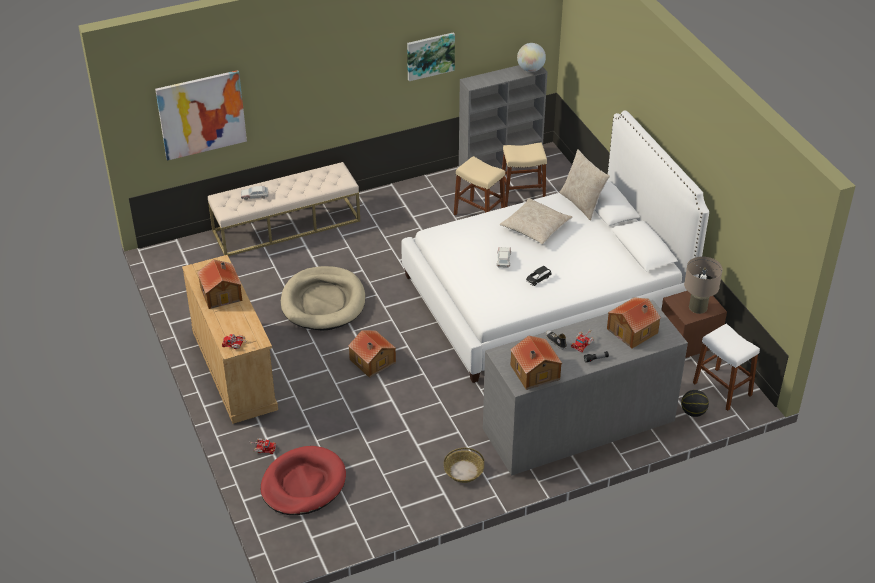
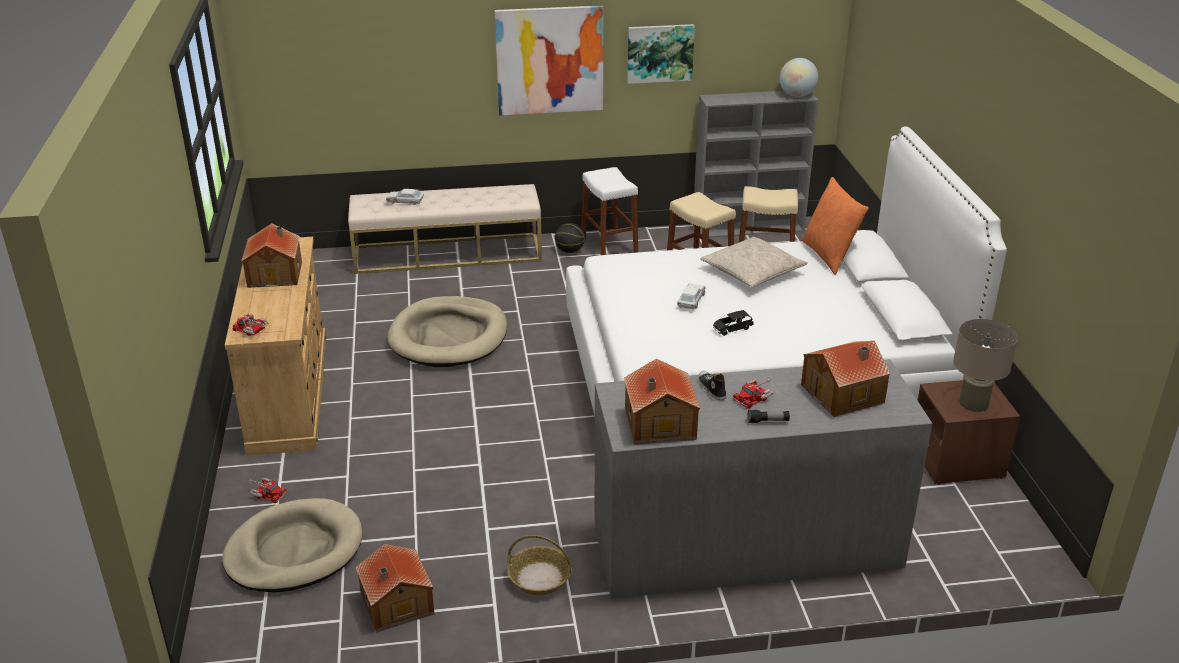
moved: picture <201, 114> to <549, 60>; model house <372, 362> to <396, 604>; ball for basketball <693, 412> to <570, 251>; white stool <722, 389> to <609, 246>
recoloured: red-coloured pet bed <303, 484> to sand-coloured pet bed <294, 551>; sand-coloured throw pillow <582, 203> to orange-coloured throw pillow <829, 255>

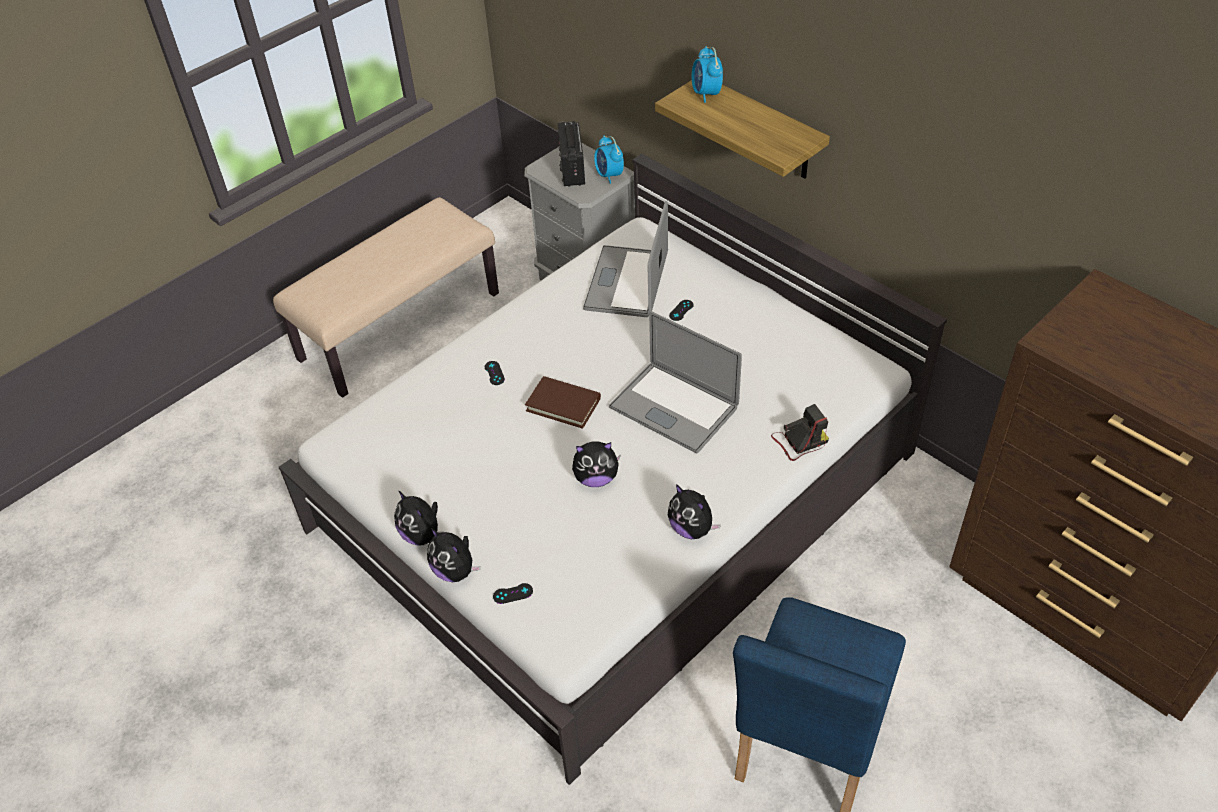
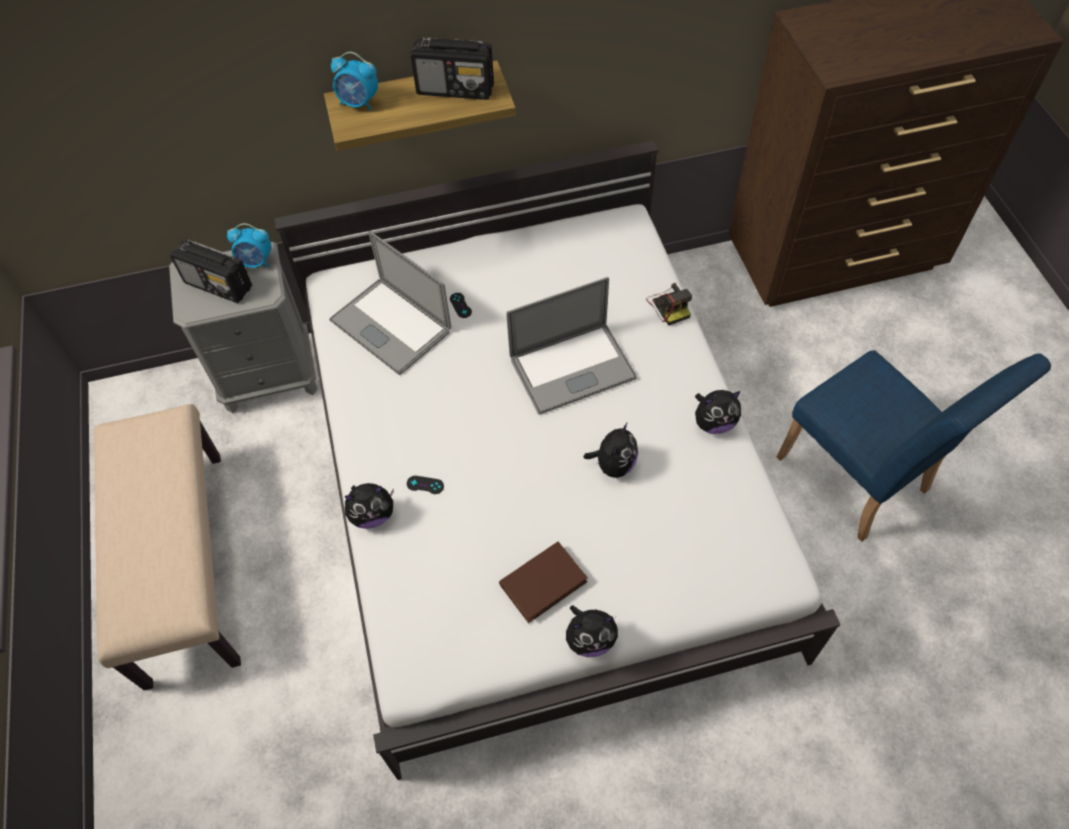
removed: black gamepad <513, 593>
added: radio <456, 89>
moved: plush toy <455, 571> to <372, 515>; brown book <563, 404> to <543, 583>
turned: still camera <799, 442> = <669, 306> 150 degrees clockwise

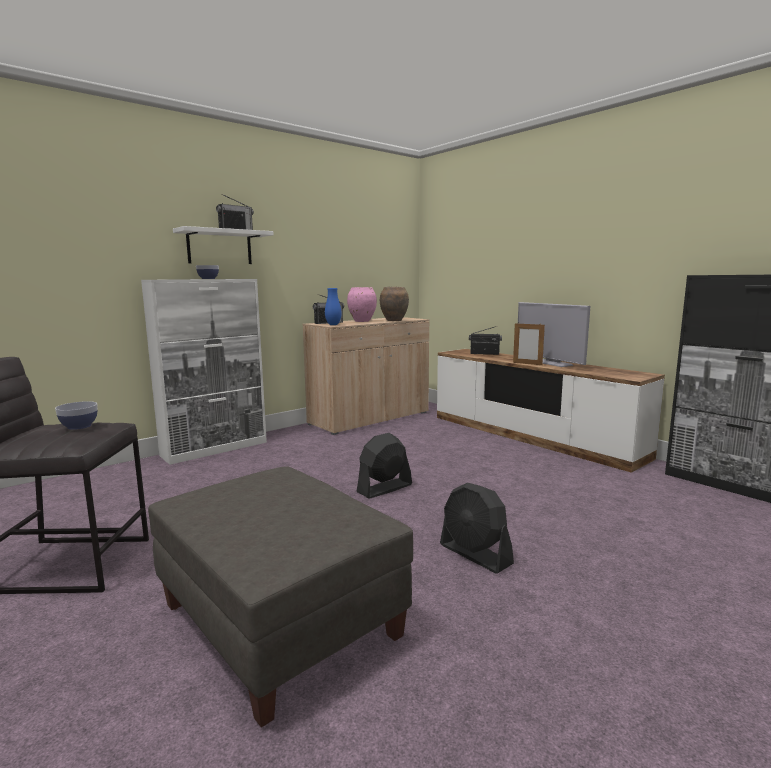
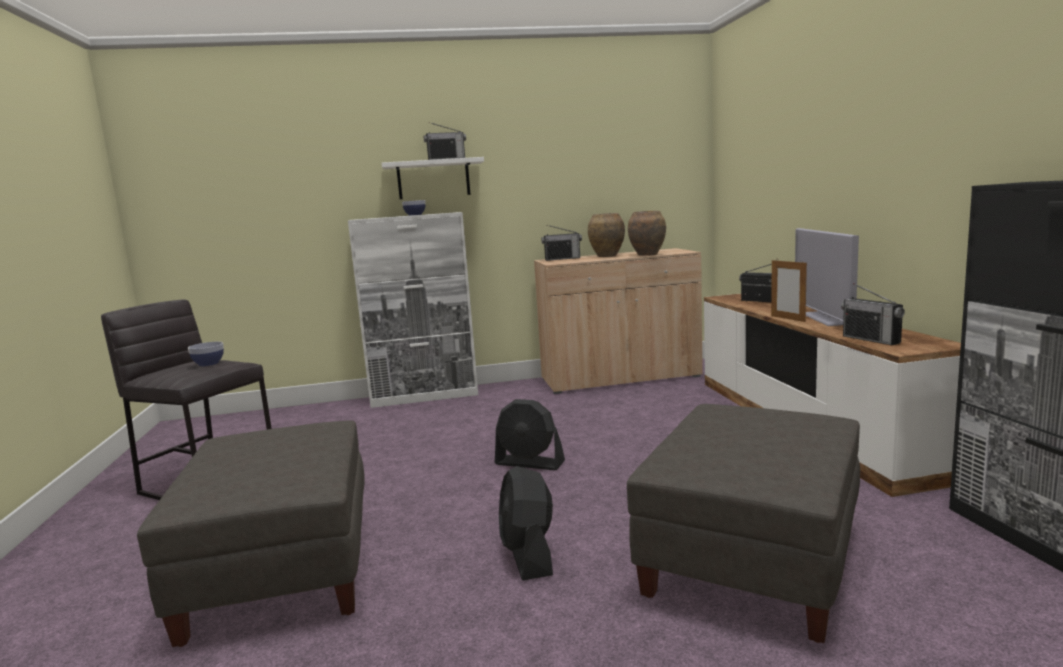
removed: blue decorative vase <333, 325>
added: grey footrest <752, 560>; radio <871, 339>
recoloured: pinkish decorative vase <362, 321> to brown decorative vase <606, 256>
turned: black fan <384, 488> = <530, 463> 150 degrees counterclockwise

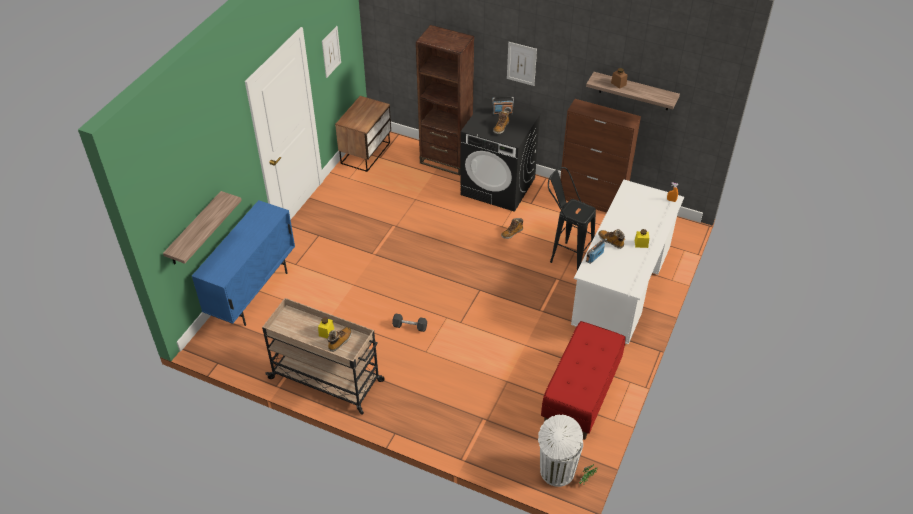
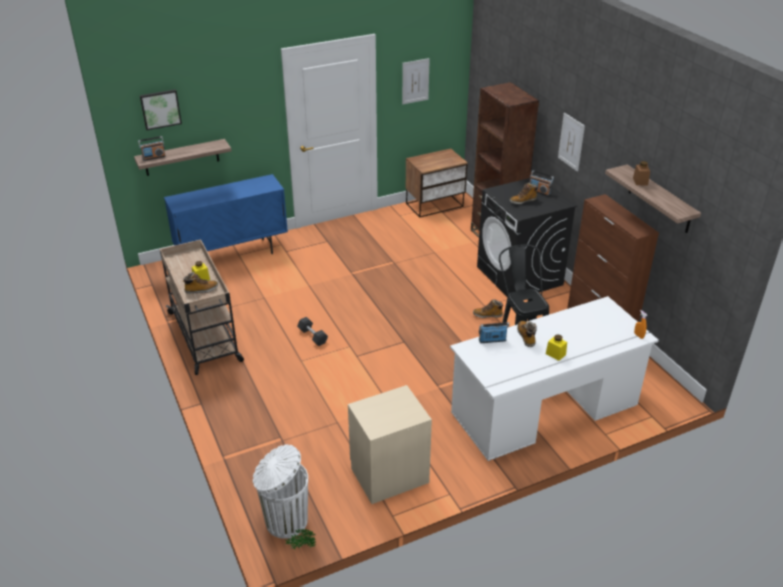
added: radio <154, 157>; picture <160, 109>
replaced: red-coloured bench <581, 395> to sand-coloured night table <389, 474>

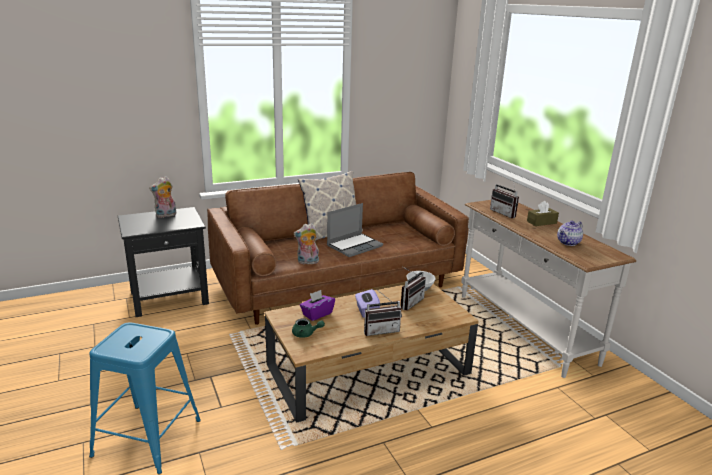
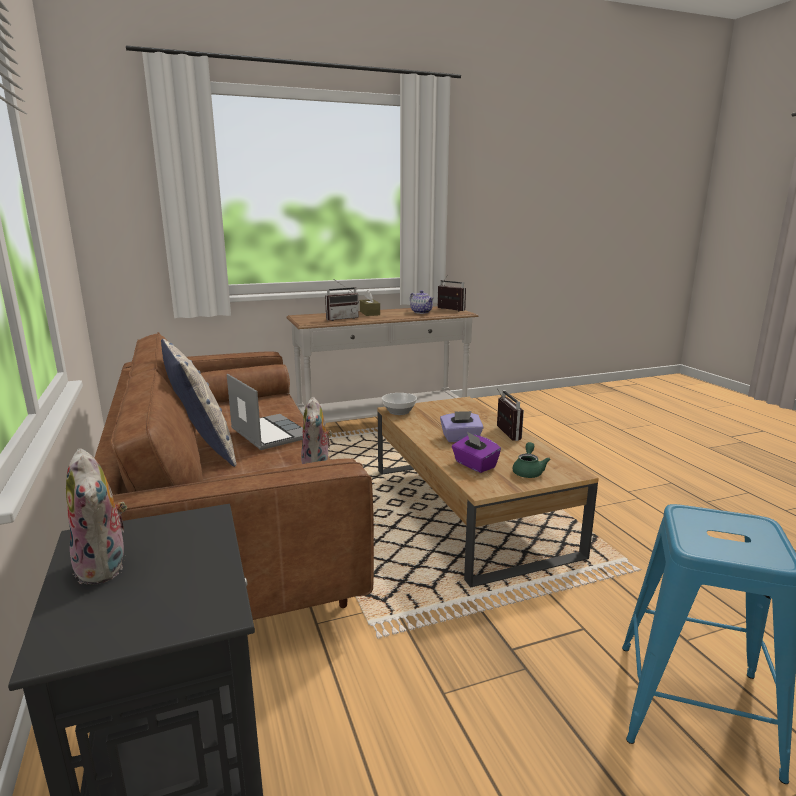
moved: radio <409, 302> to <448, 310>

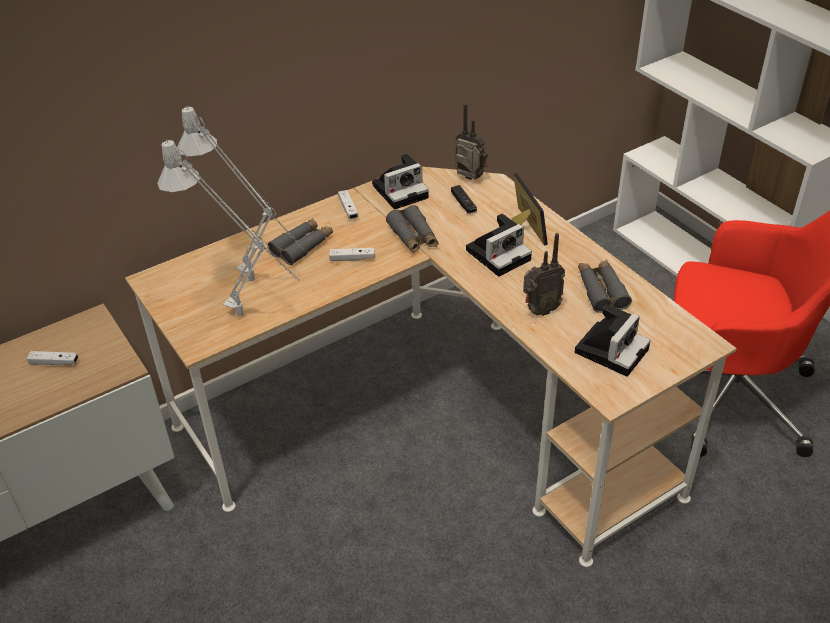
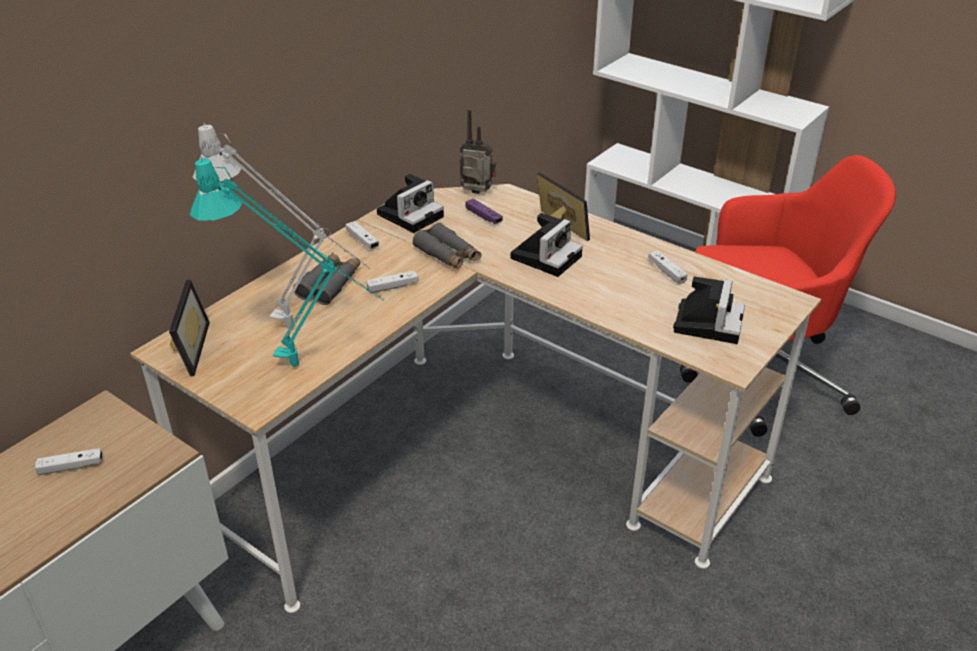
removed: radio <539, 310>
added: standing frame <186, 349>
replaced: grey pair of binoculars <601, 291> to white gamepad <666, 272>
recoloured: grey table lamp <249, 320> to turquoise table lamp <306, 368>; black gamepad <463, 204> to purple gamepad <483, 217>

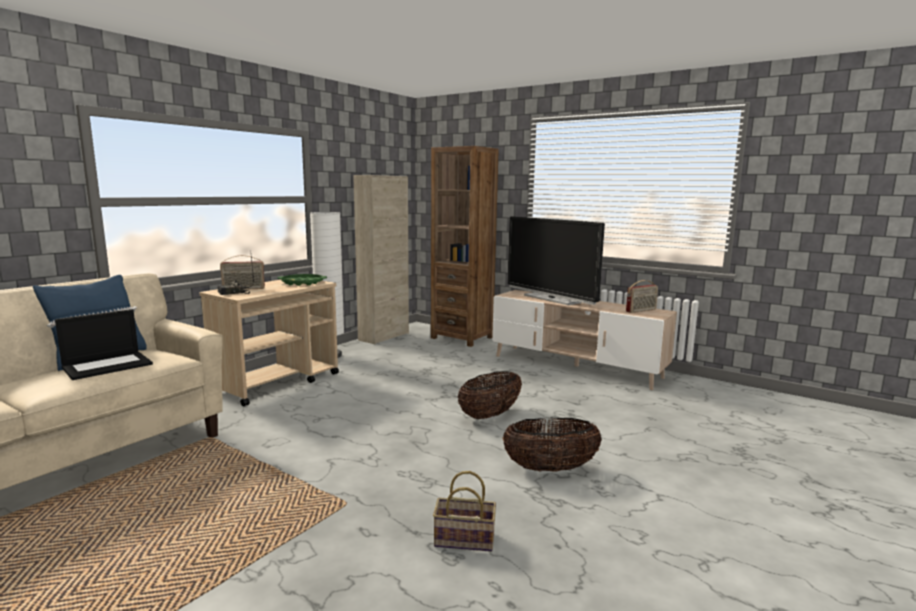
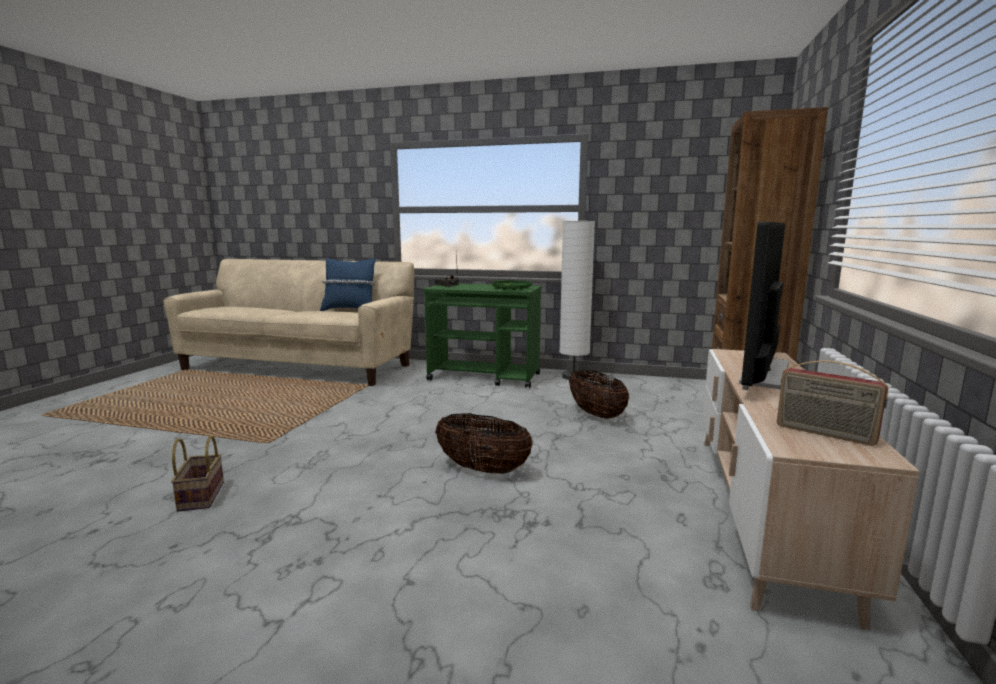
removed: laptop <108, 365>; radio <243, 289>; sand-coloured storage cabinet <384, 336>
moved: storage basket <550, 468> to <596, 414>
recoloured: sand-coloured trolley <277, 382> to green-coloured trolley <485, 377>

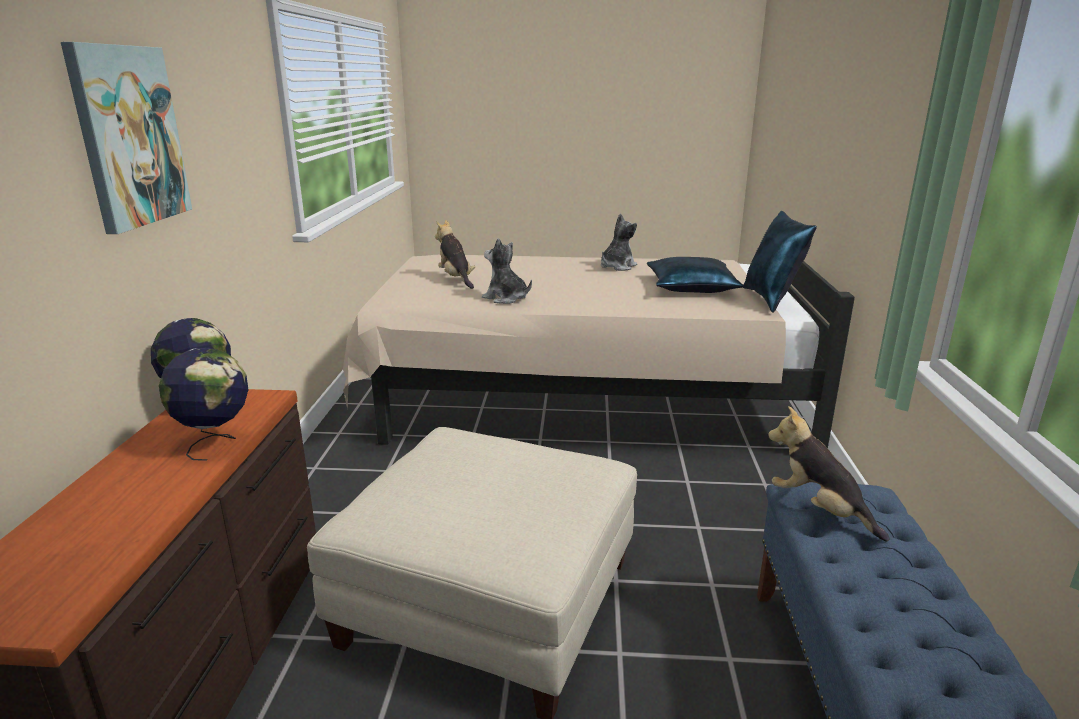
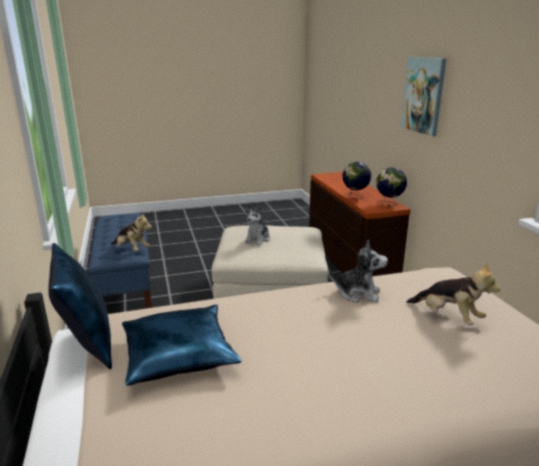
moved: plush toy <617, 267> to <258, 239>

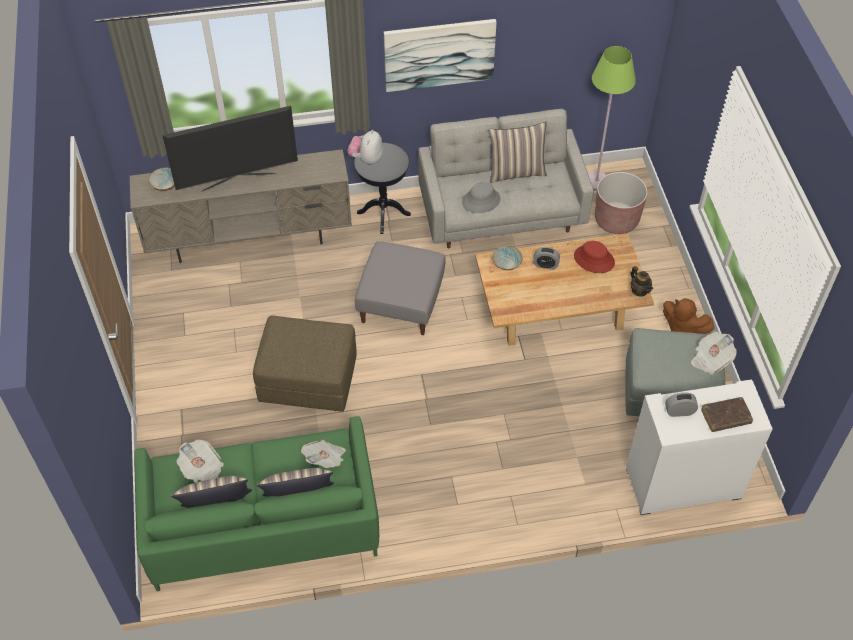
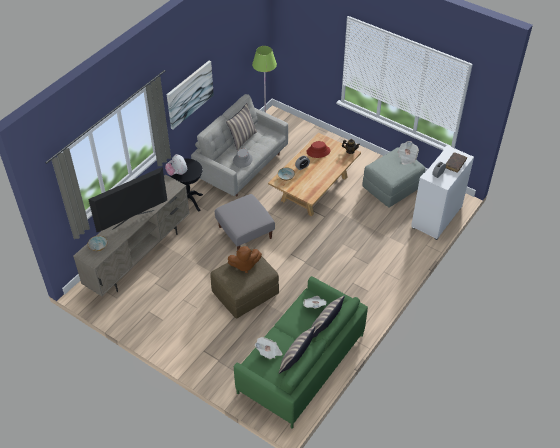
removed: brown plant pot <616, 220>
moved: brown plush toy <682, 328> to <244, 265>
turned: TV <238, 181> = <133, 220> 150 degrees counterclockwise

